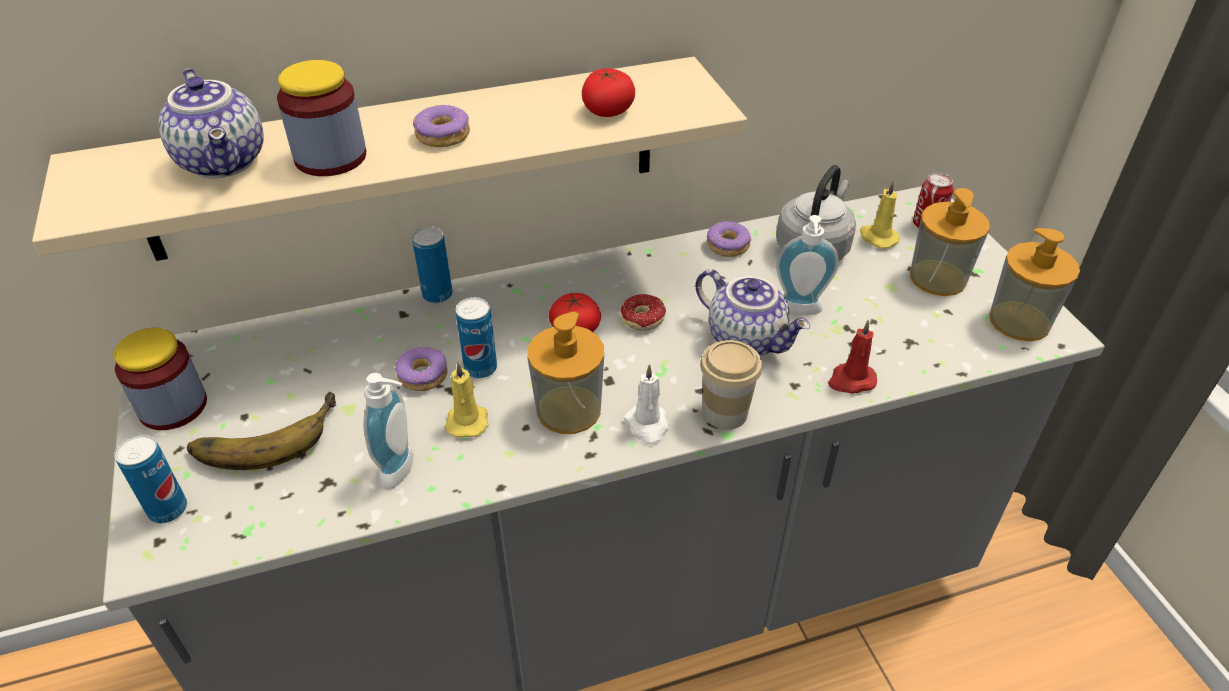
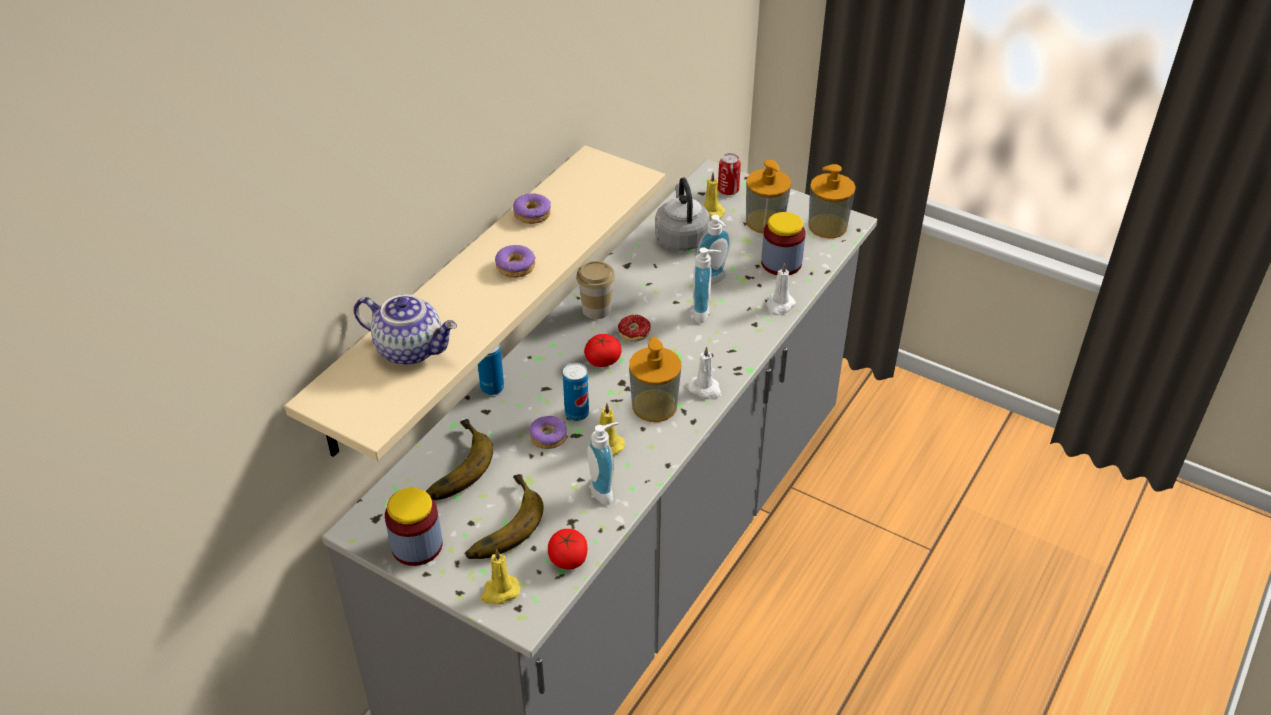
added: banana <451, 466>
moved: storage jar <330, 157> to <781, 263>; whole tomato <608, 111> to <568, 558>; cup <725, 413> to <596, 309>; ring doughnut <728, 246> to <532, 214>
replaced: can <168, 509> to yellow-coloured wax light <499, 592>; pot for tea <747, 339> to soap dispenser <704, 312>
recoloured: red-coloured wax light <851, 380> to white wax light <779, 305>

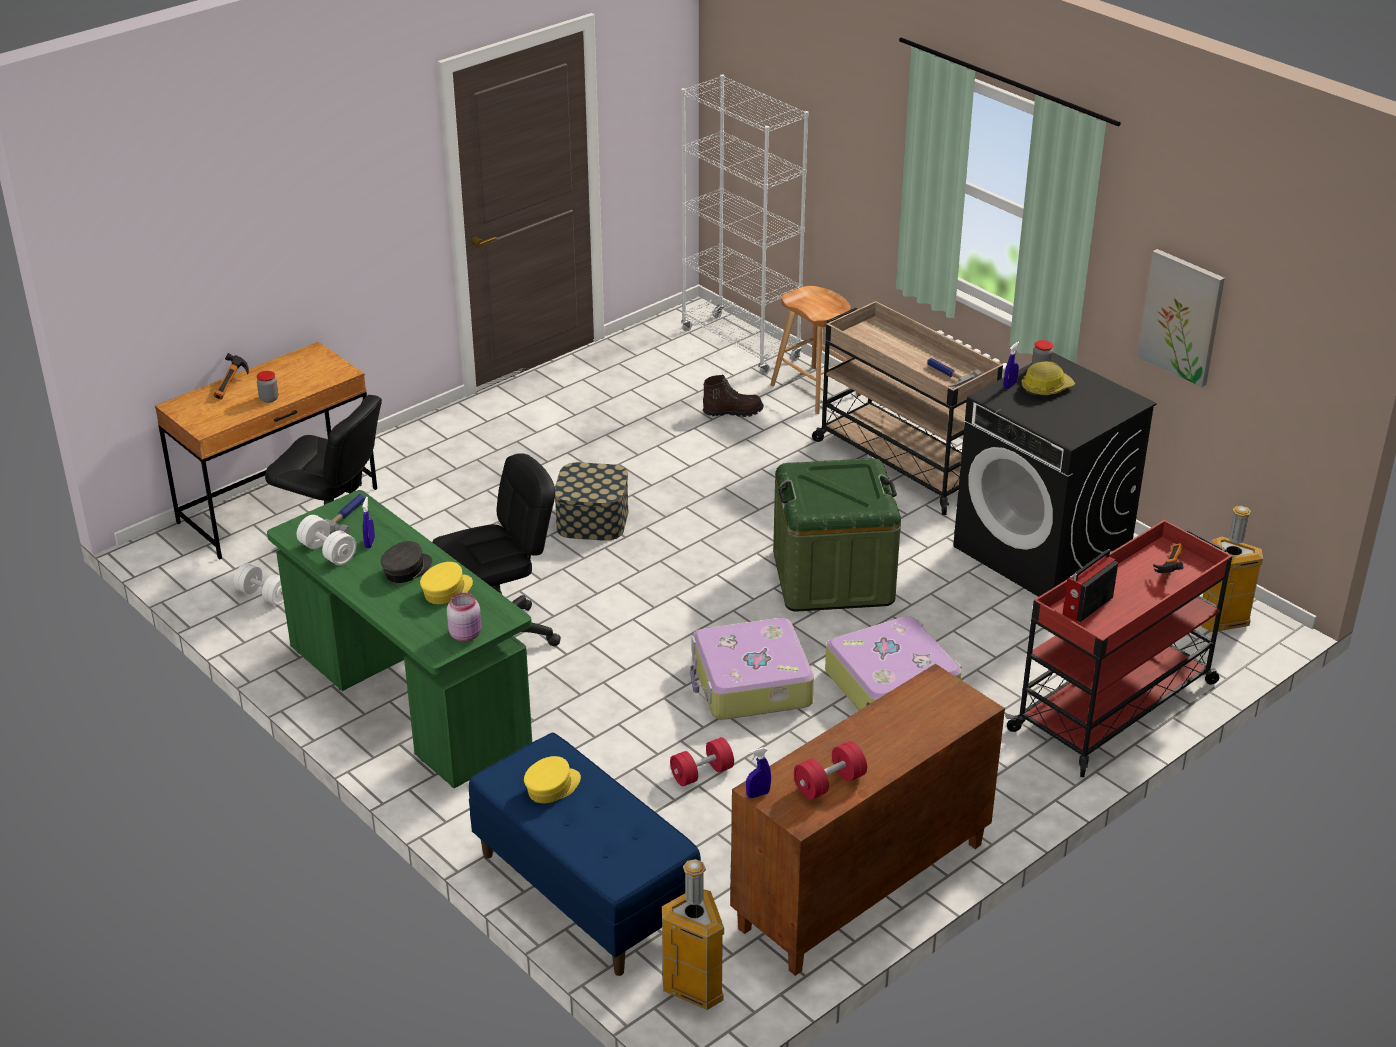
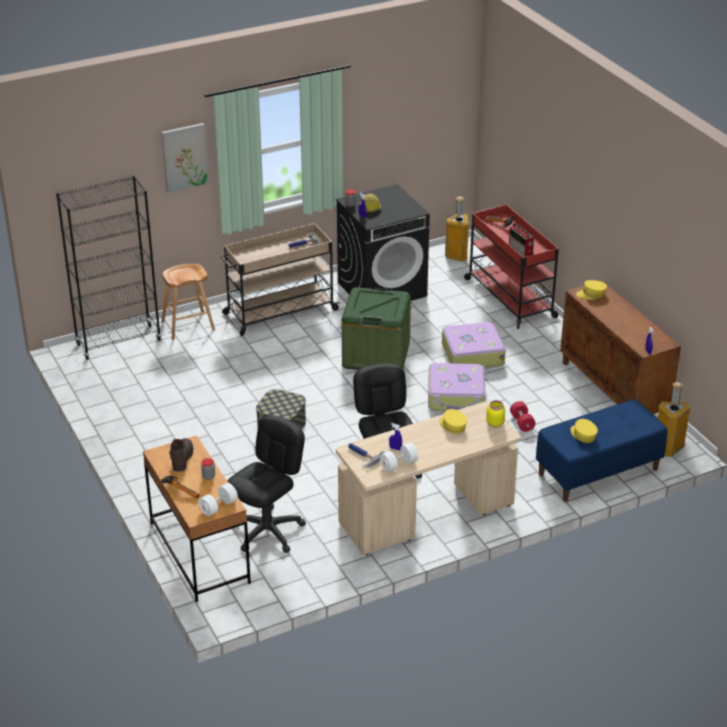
removed: grey baseball cap <407, 570>; red-coloured free weight <829, 784>
added: yellow-coloured baseball cap <591, 294>
moved: white free weight <264, 595> to <218, 507>; brown boot <732, 412> to <181, 459>; picture <1182, 317> to <184, 157>
recoloured: green-coloured desk table <407, 698> to sand-coloured desk table <426, 515>; pinkish storage jar <466, 634> to yellow-coloured storage jar <495, 423>; white bookshelf <741, 345> to black bookshelf <118, 342>

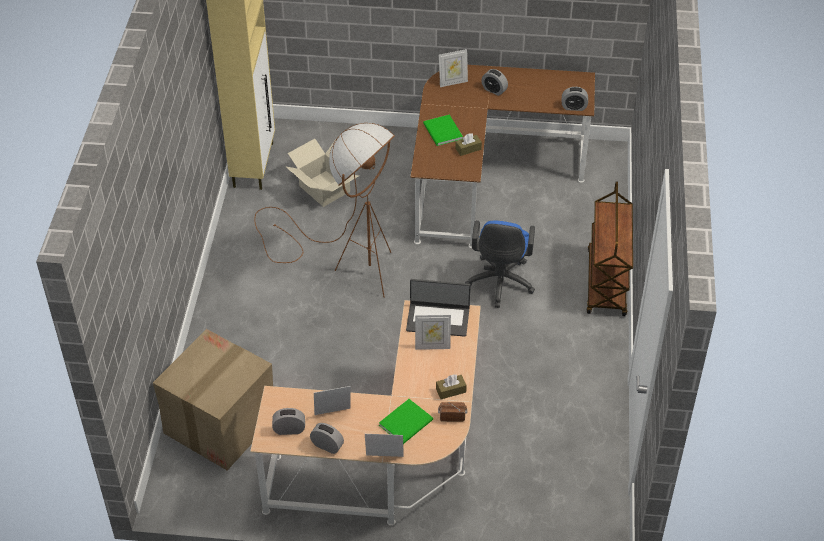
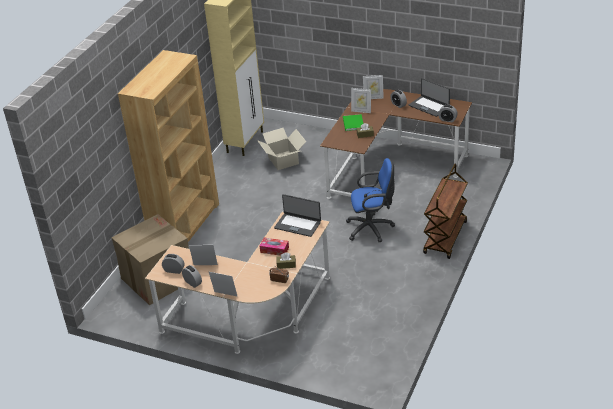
removed: brown standard lamp <345, 262>; green-coloured book <407, 422>
added: brown bookshelf <185, 224>; tissue holder <274, 250>; laptop <429, 106>
moved: standing frame <432, 346> to <361, 111>
turned: blue computer chair <499, 284> = <372, 228> 120 degrees counterclockwise

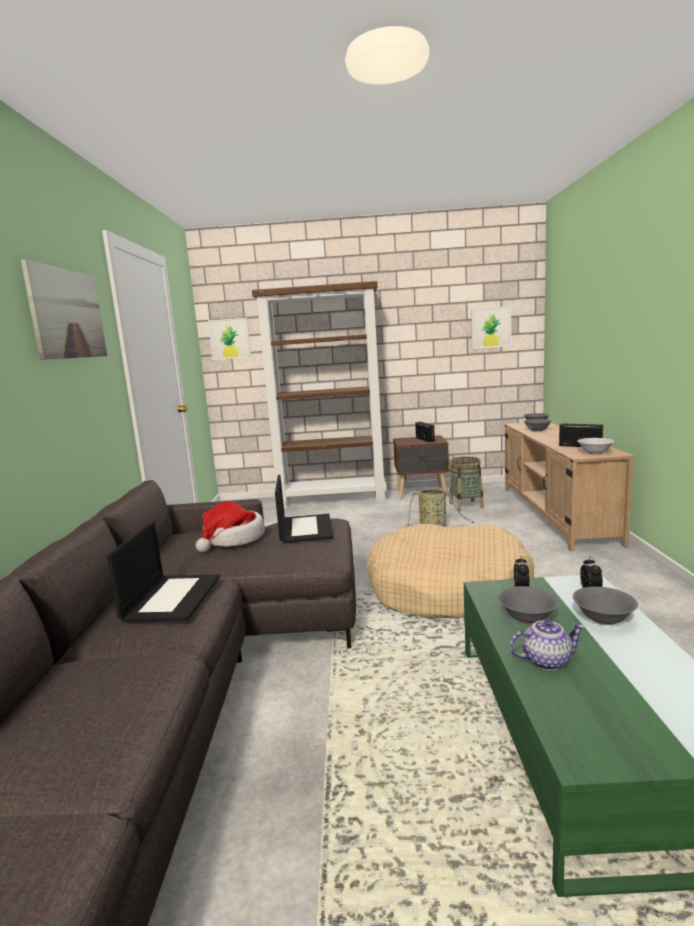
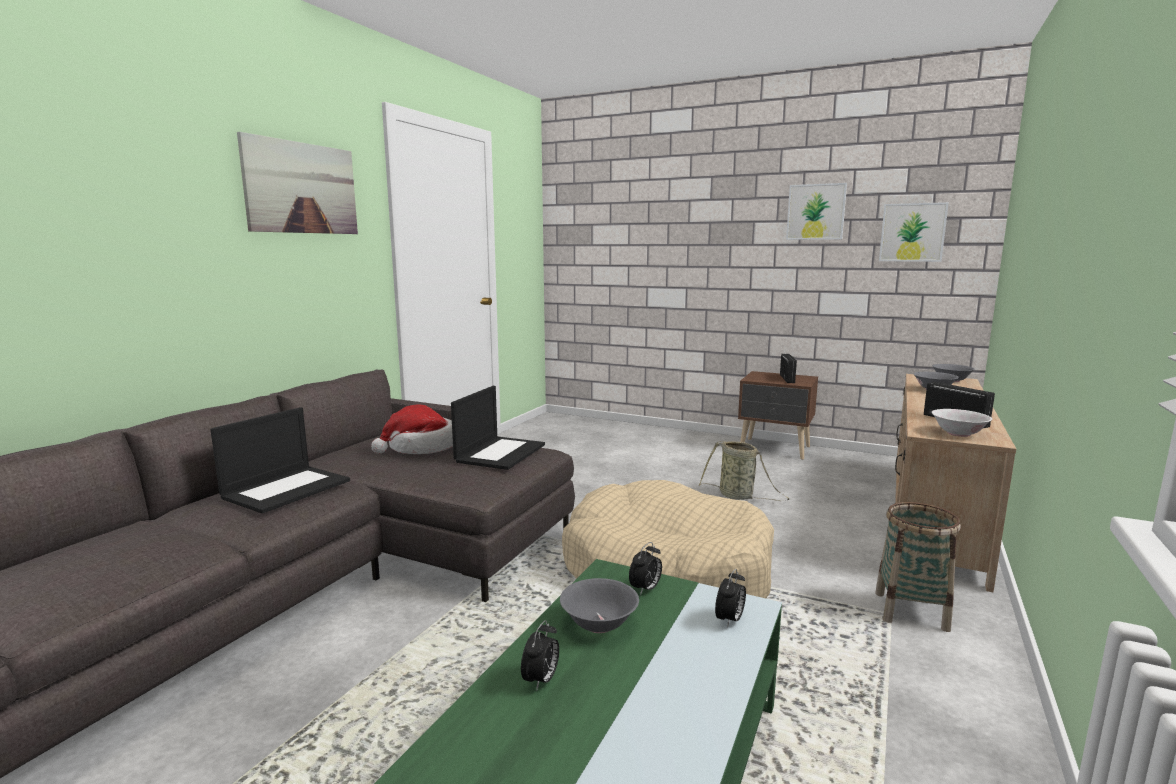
removed: brown bookshelf <333, 500>; grey bowl <603, 619>
moved: picture <230, 338> to <816, 212>; storage basket <466, 505> to <911, 611>
replaced: pot for tea <546, 660> to bedside clock <541, 680>

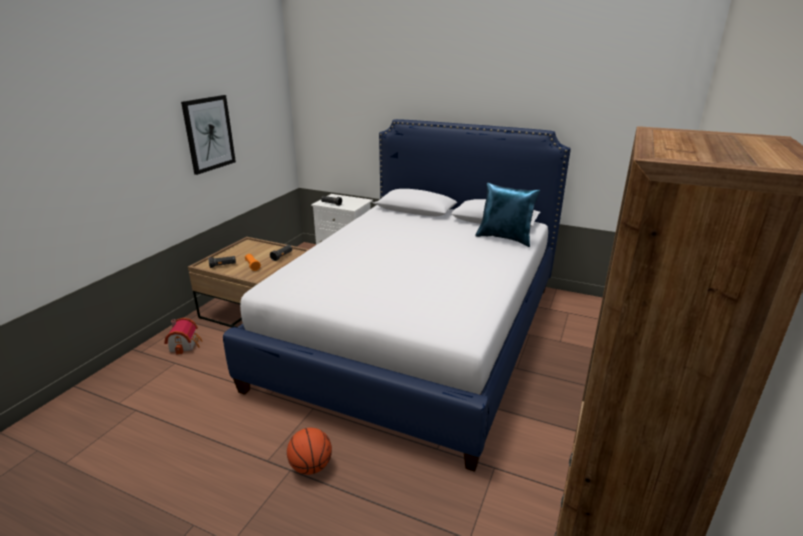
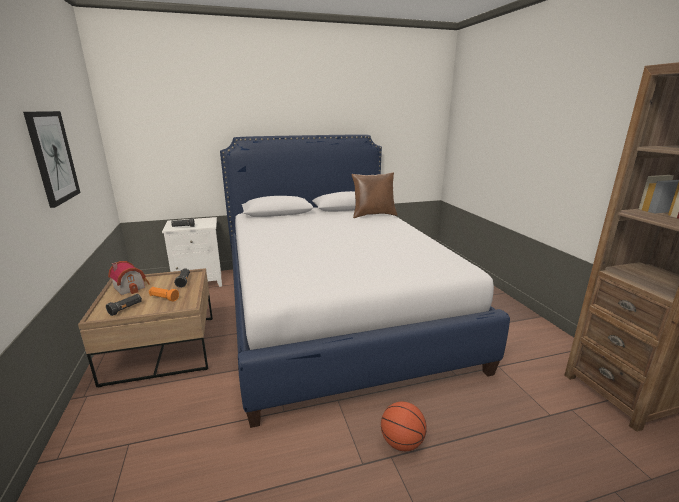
moved: model house <186, 344> to <131, 287>
recoloured: blue throw pillow <505, 238> to brown throw pillow <373, 215>

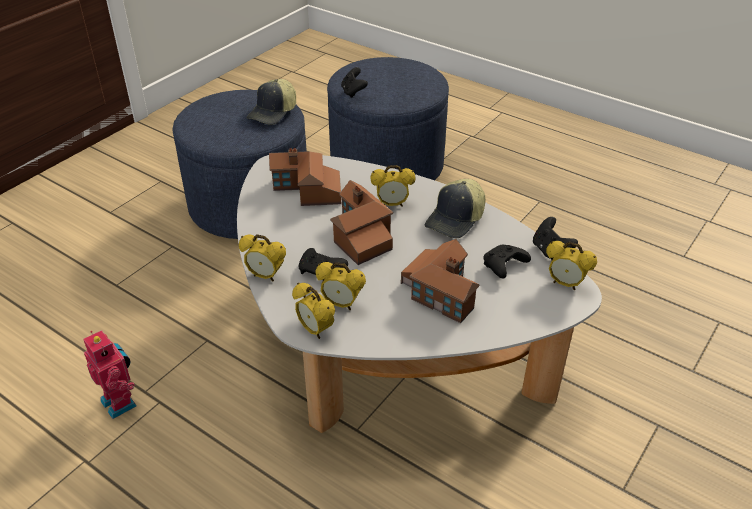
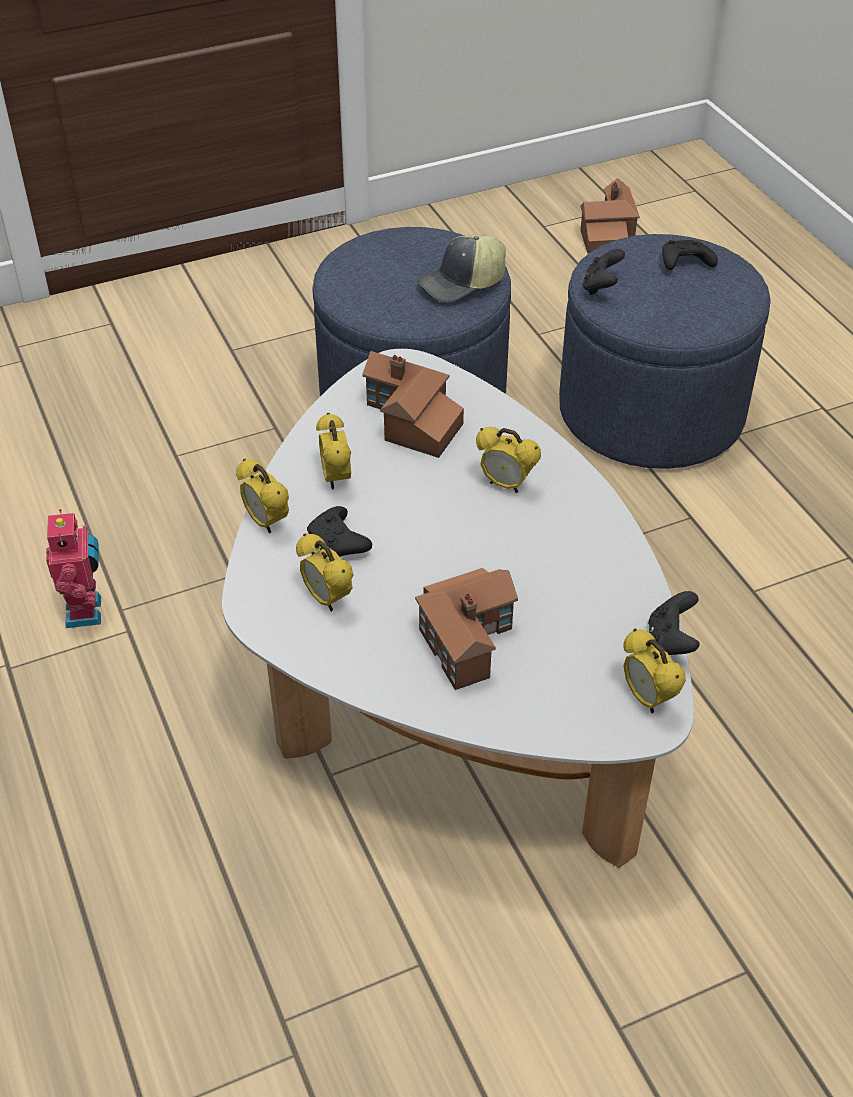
removed: baseball cap <456, 219>
moved: bedside clock <315, 330> to <335, 478>; model house <360, 235> to <607, 232>; black gamepad <503, 267> to <684, 264>

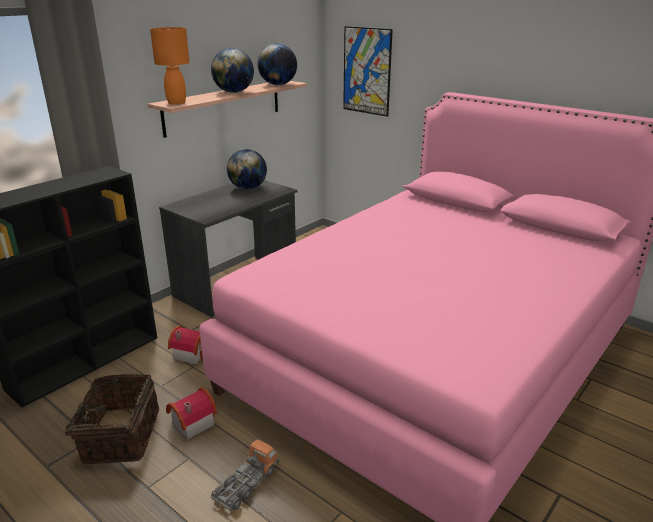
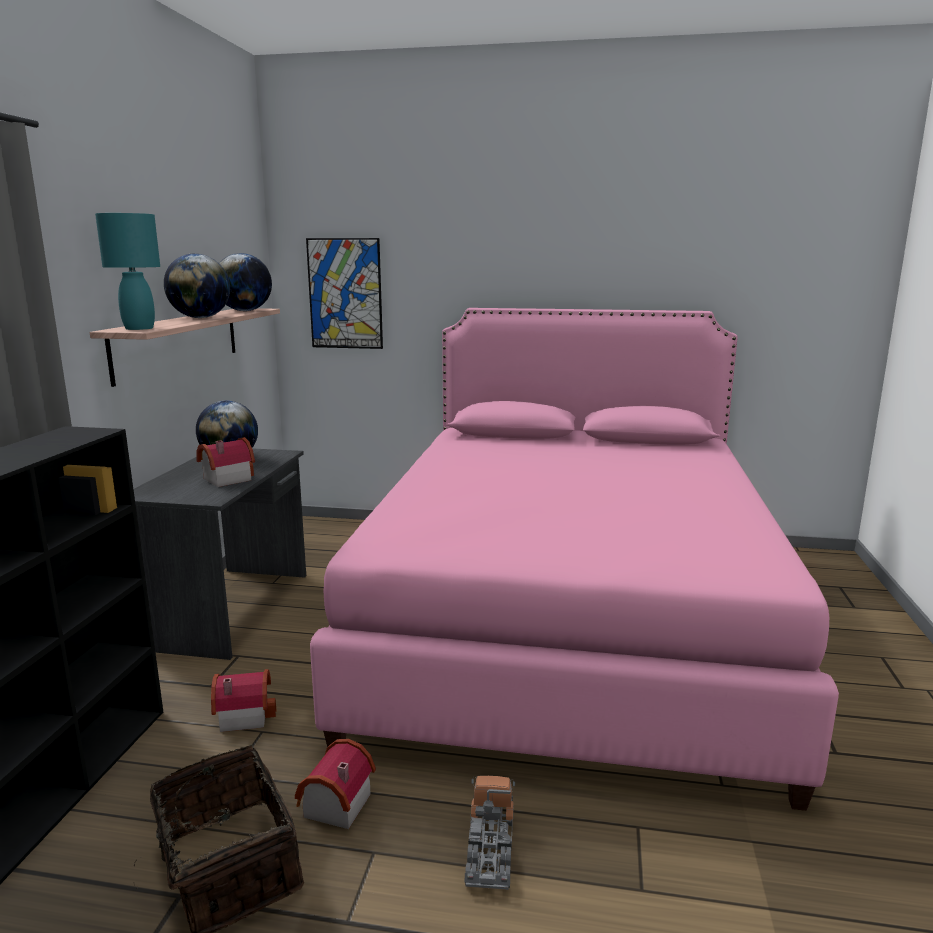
added: model house <225, 479>
recoloured: orange-coloured table lamp <177, 103> to turquoise table lamp <139, 328>

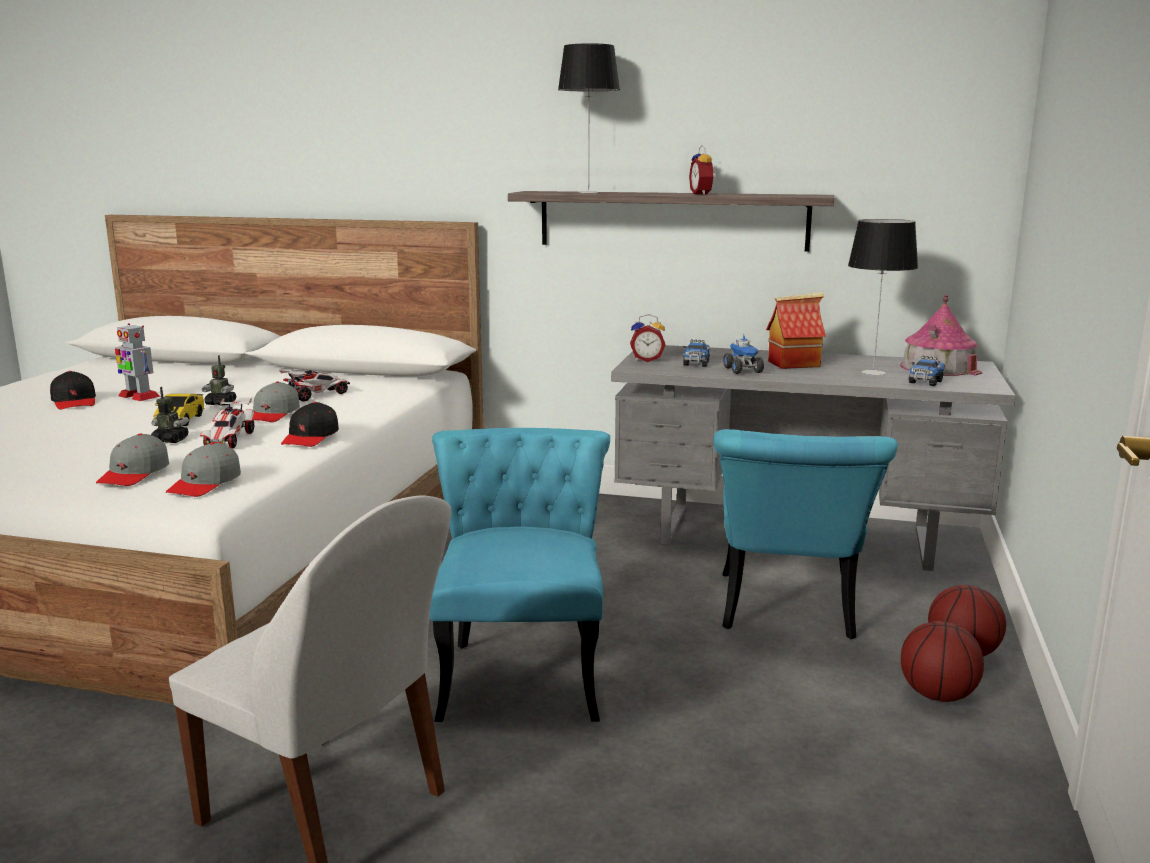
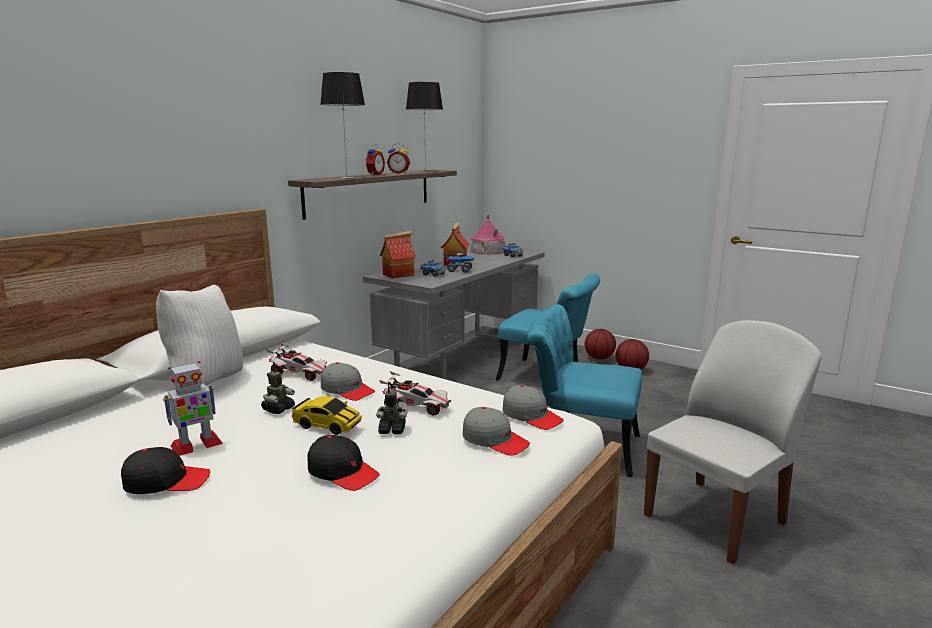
added: white throw pillow <206, 382>; model house <398, 274>
moved: black baseball cap <310, 437> to <343, 472>; bedside clock <647, 360> to <374, 174>; table lamp <874, 372> to <426, 171>
turned: robot figure <170, 440> = <392, 430> 60 degrees clockwise; miniature car <317, 395> = <299, 374> 135 degrees clockwise

